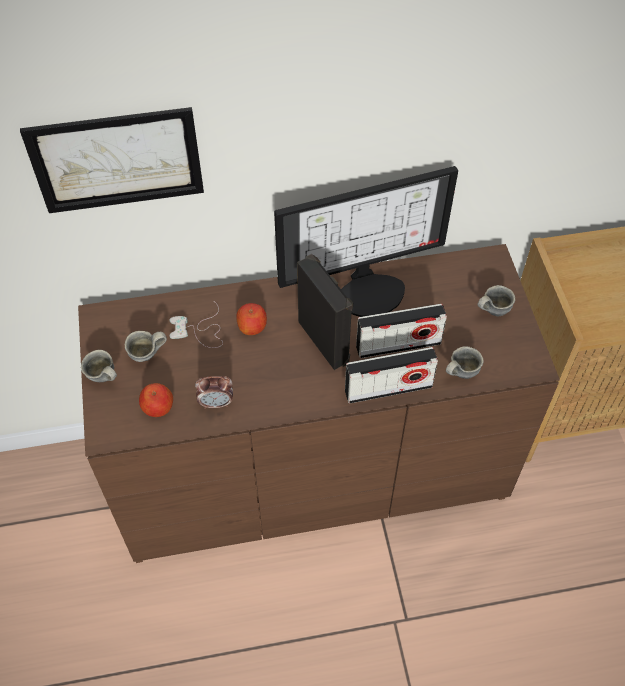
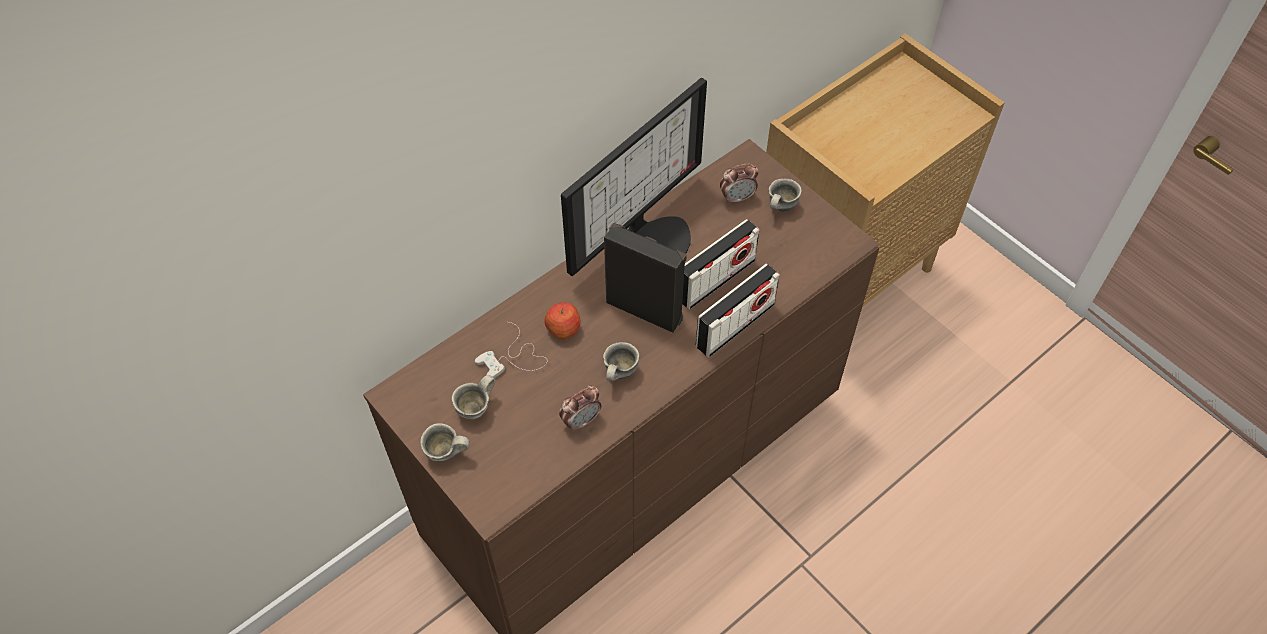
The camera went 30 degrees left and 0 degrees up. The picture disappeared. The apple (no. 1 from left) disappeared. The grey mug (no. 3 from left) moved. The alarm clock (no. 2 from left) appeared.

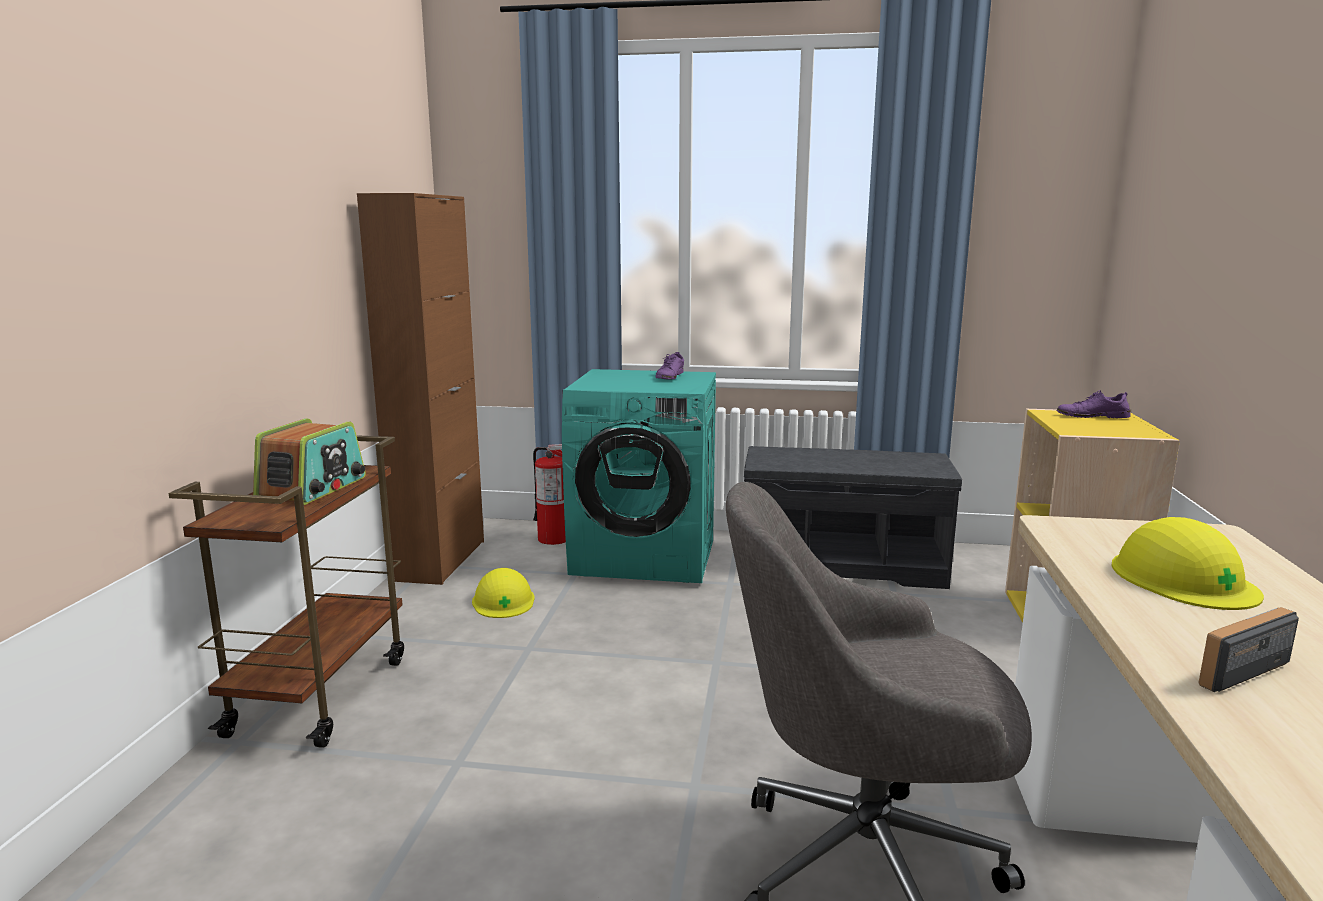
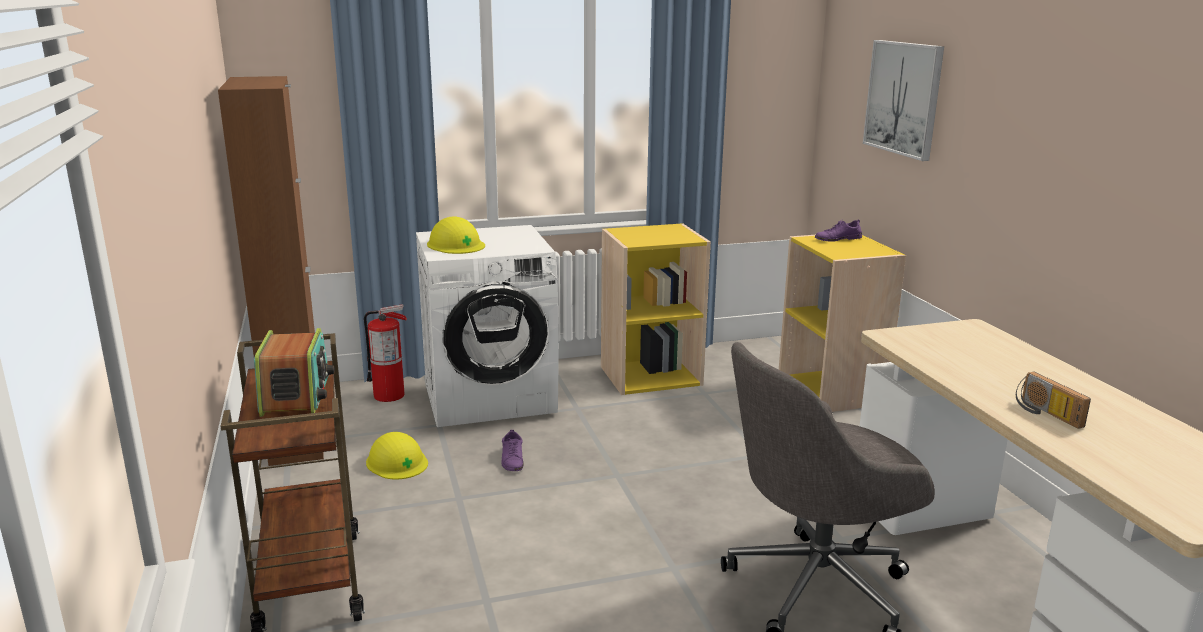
The camera went 25 degrees left and 5 degrees up. The turquoise washing machine became the white washing machine. The purple shoe (no. 1 from left) moved. The grey bench was replaced by the yellow bookcase (no. 1 from left). The yellow hard hat (no. 2 from left) moved. The radio (no. 2 from left) turned 60 degrees counterclockwise. The picture appeared.

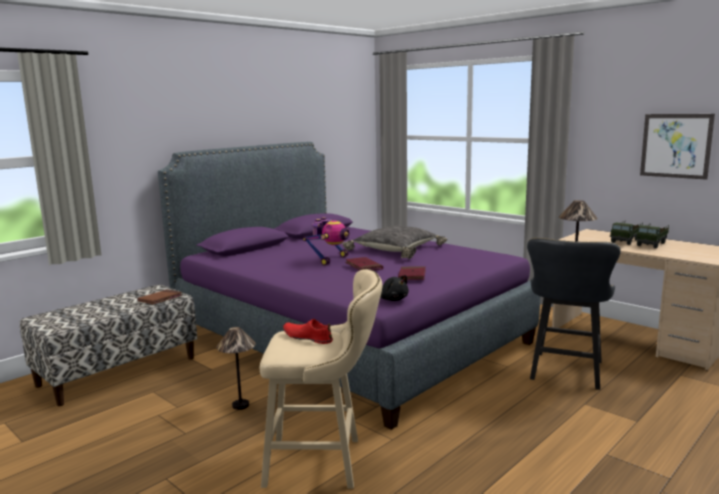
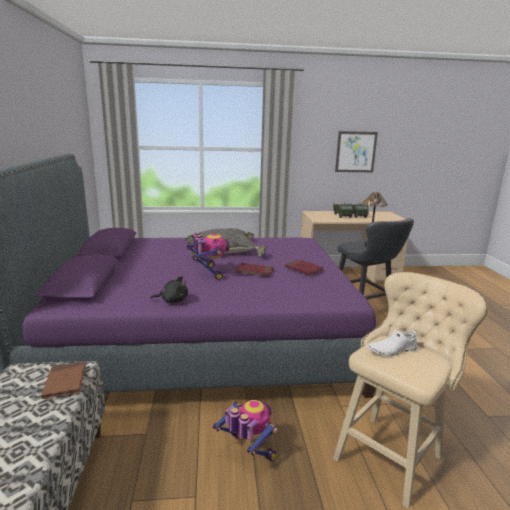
The camera went 50 degrees left and 5 degrees up. The table lamp (no. 1 from left) was replaced by the toy robot (no. 2 from left). The red shoe became the white shoe. The black plush toy moved.

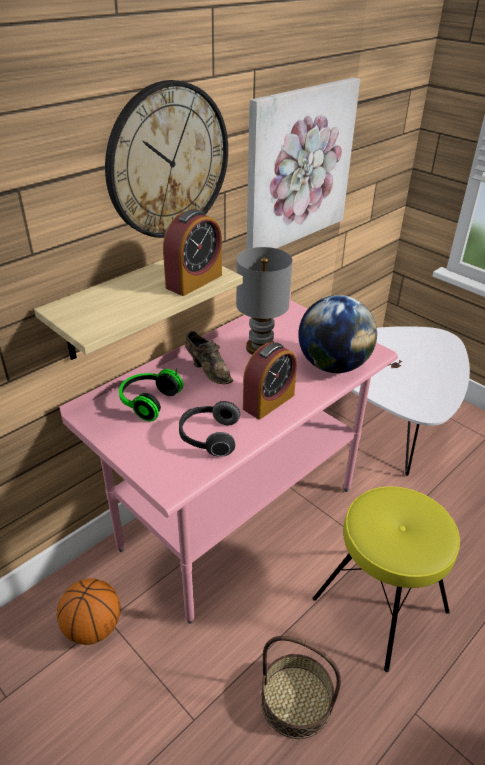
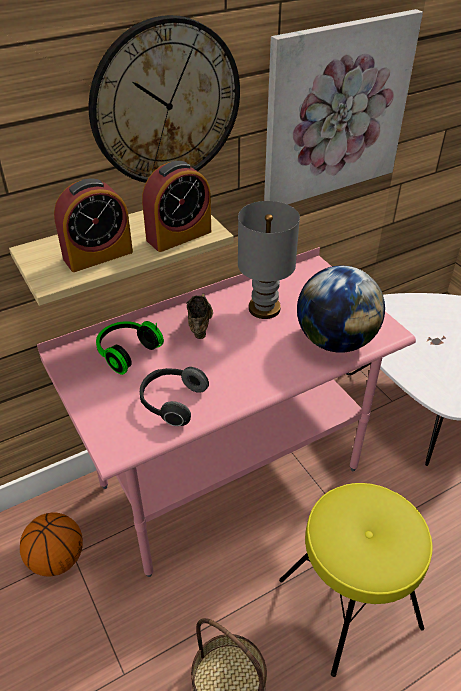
The camera went 15 degrees right and 5 degrees up. The brown shoe turned 150 degrees counterclockwise. The alarm clock (no. 2 from left in the first image) moved.

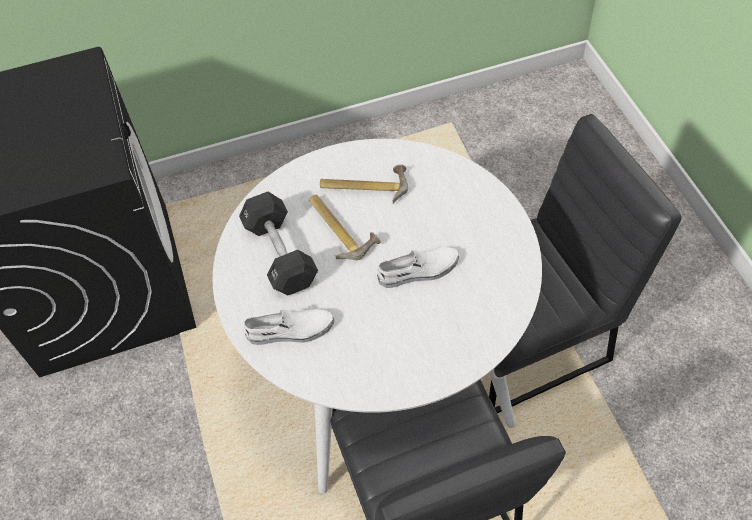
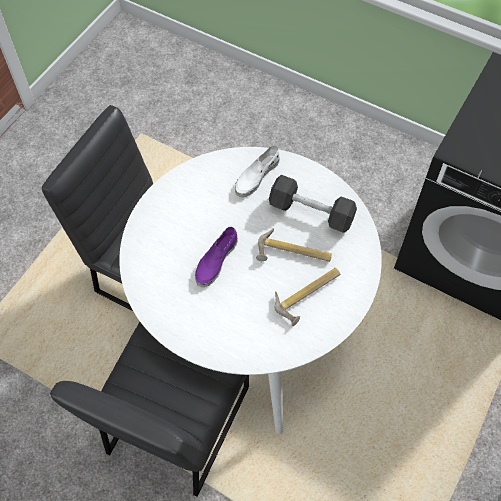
The camera went 135 degrees right and 5 degrees up. The white shoe (no. 2 from left) became the purple shoe.

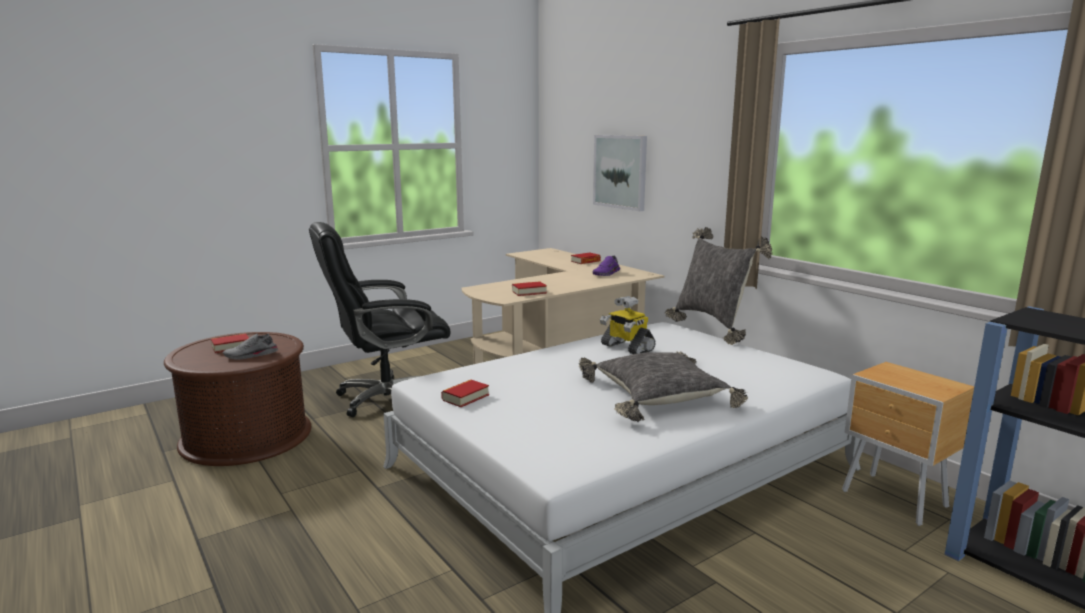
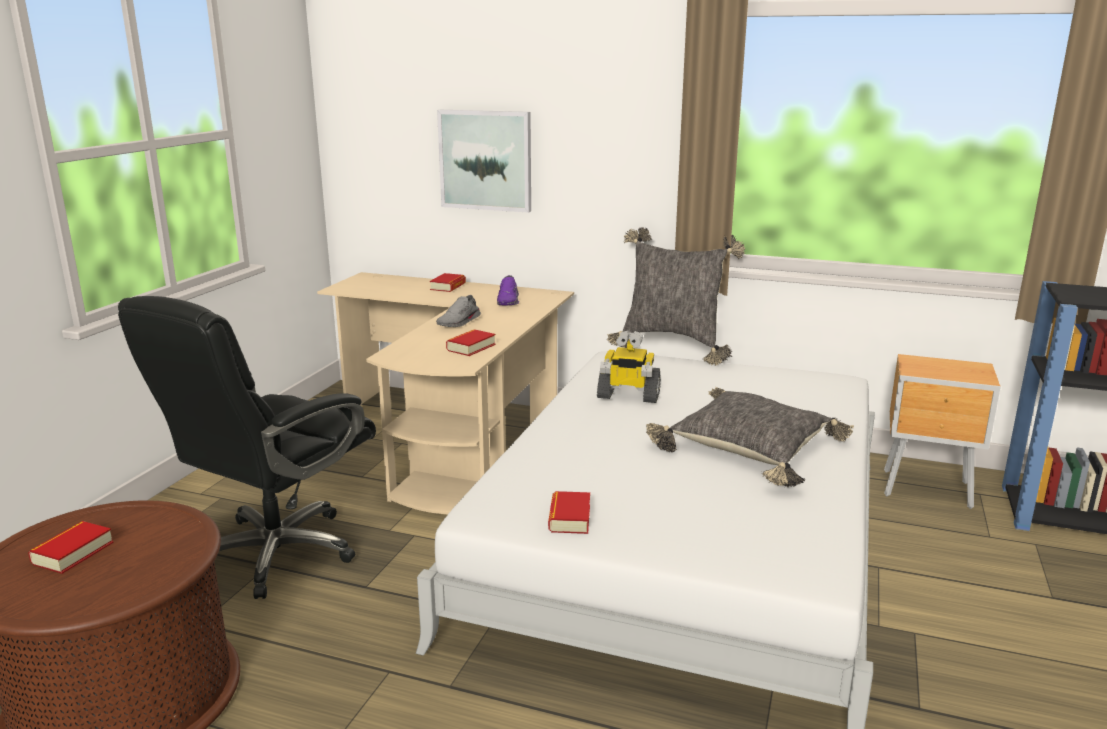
The camera went 35 degrees left and 5 degrees up. The grey shoe moved.

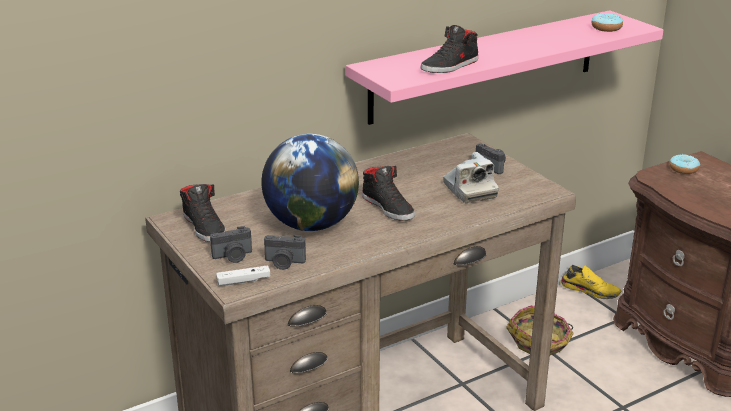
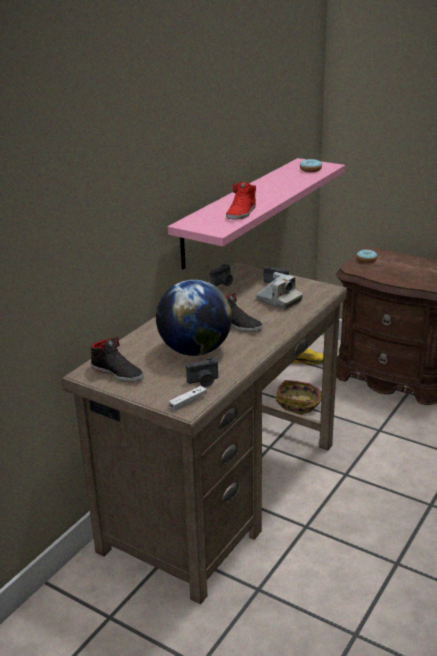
The camera went 25 degrees left and 0 degrees up. The photo camera (no. 1 from left in the first image) moved. The black shoe (no. 3 from left) became the red shoe.

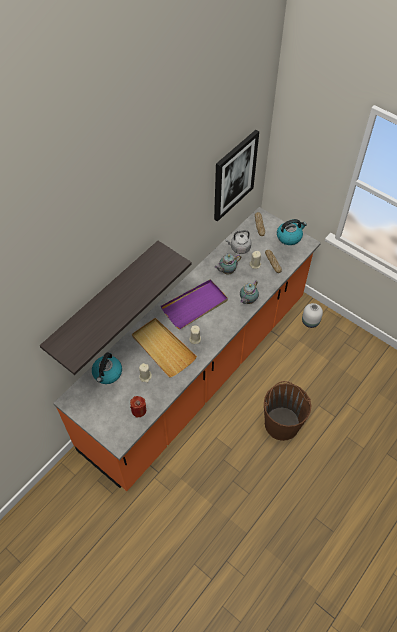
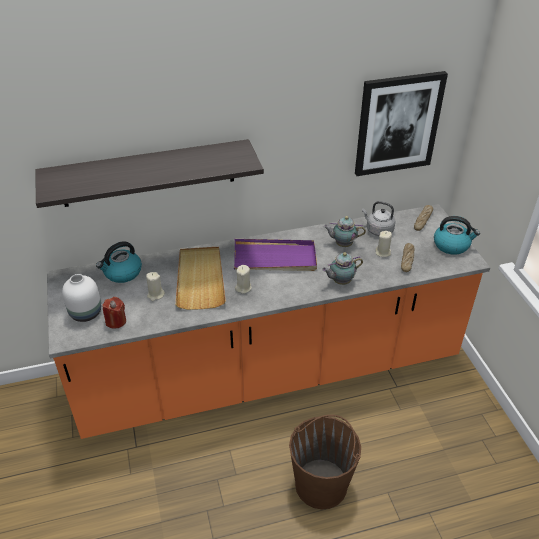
The camera went 35 degrees right and 15 degrees down. The white vase moved.

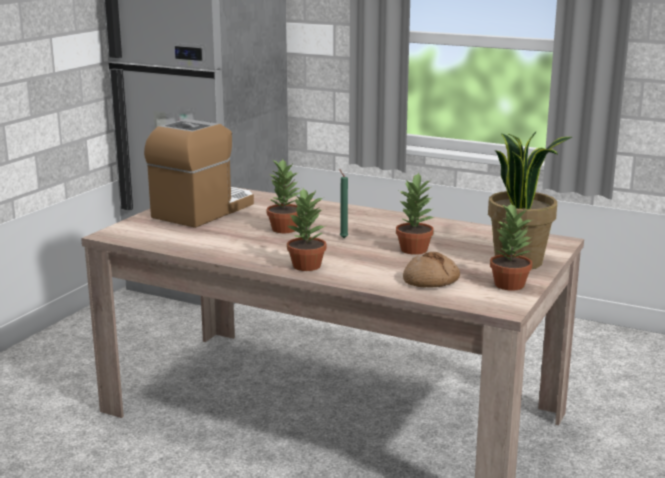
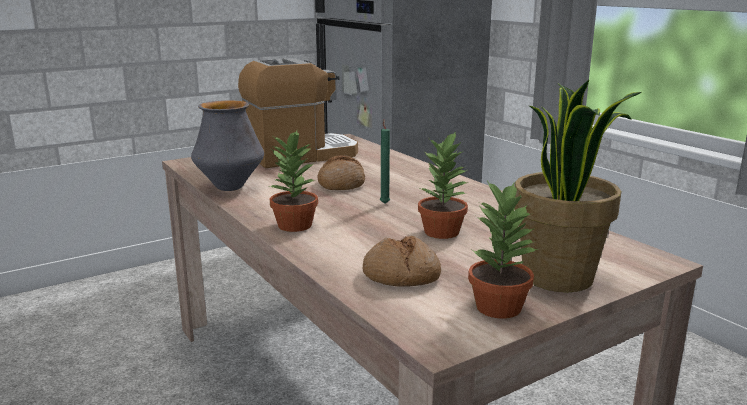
The camera went 30 degrees right and 0 degrees up. The potted plant (no. 1 from left) was replaced by the bread (no. 1 from left). The vase appeared.

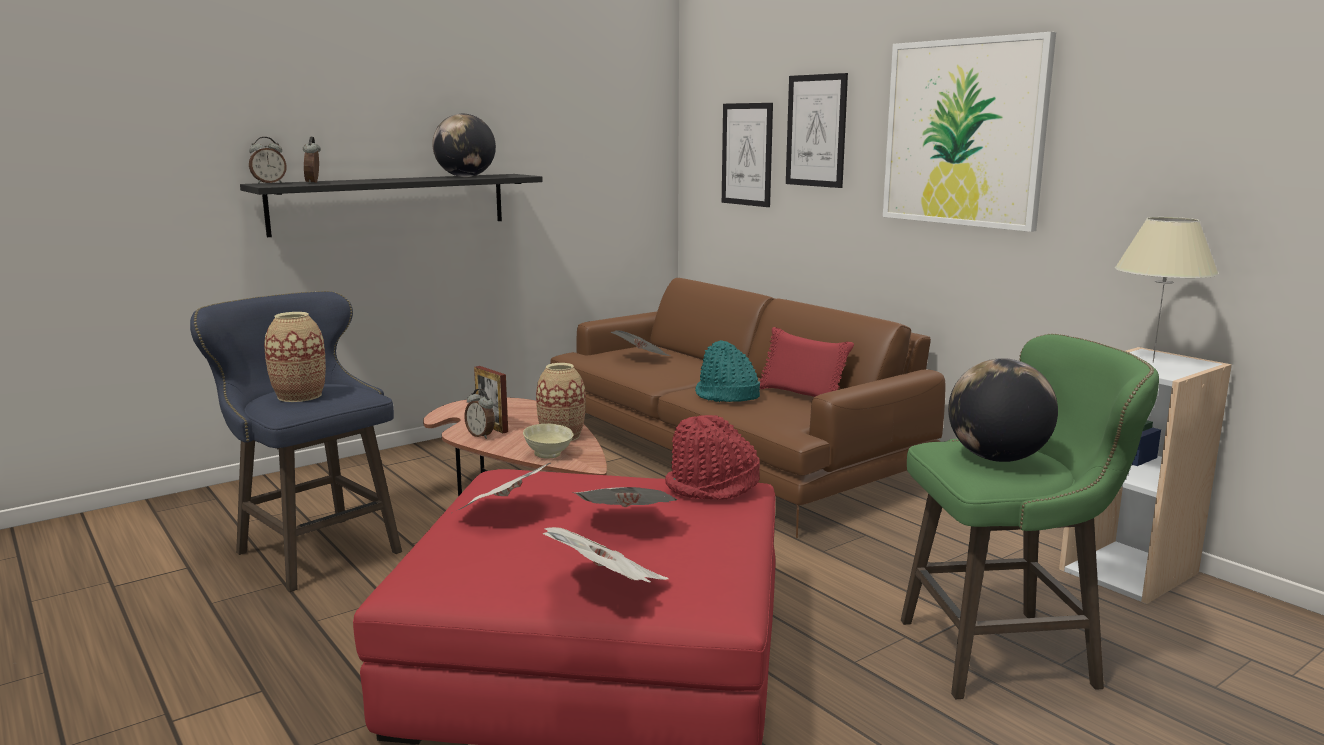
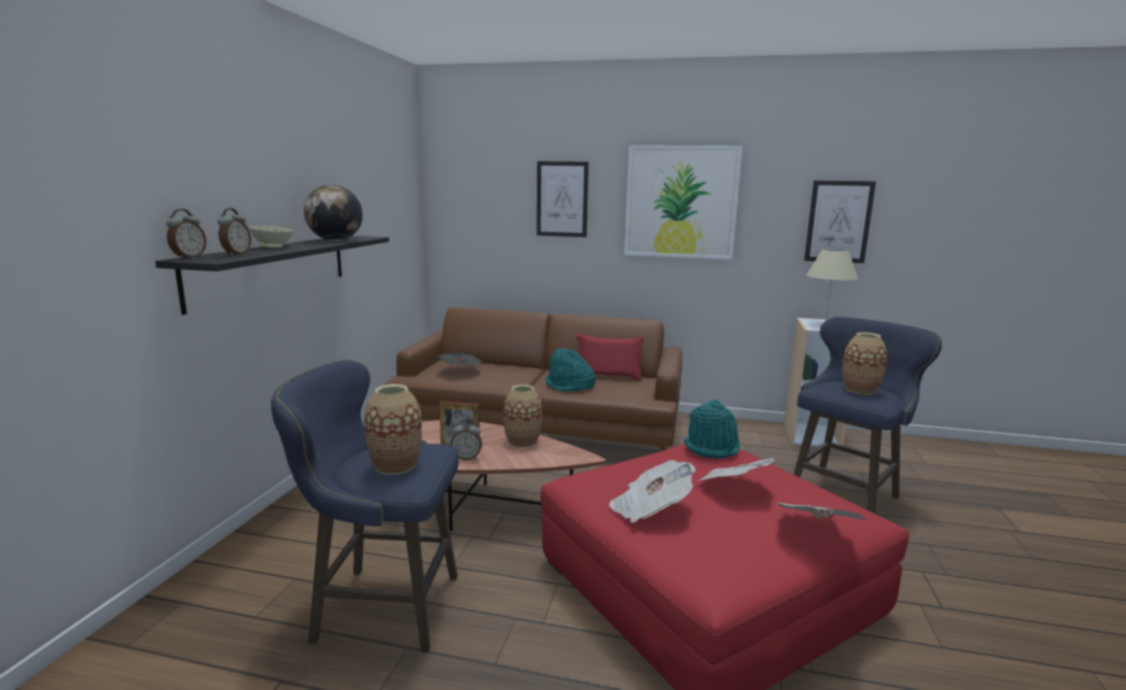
The camera went 40 degrees left and 0 degrees up. The alarm clock (no. 2 from left) turned 120 degrees counterclockwise. The beige bowl moved. The red hat became the turquoise hat (no. 2 from left). The picture (no. 1 from left in the first image) moved. The green stool became the blue stool (no. 2 from left). The globe (no. 2 from left) was replaced by the vase (no. 3 from left).

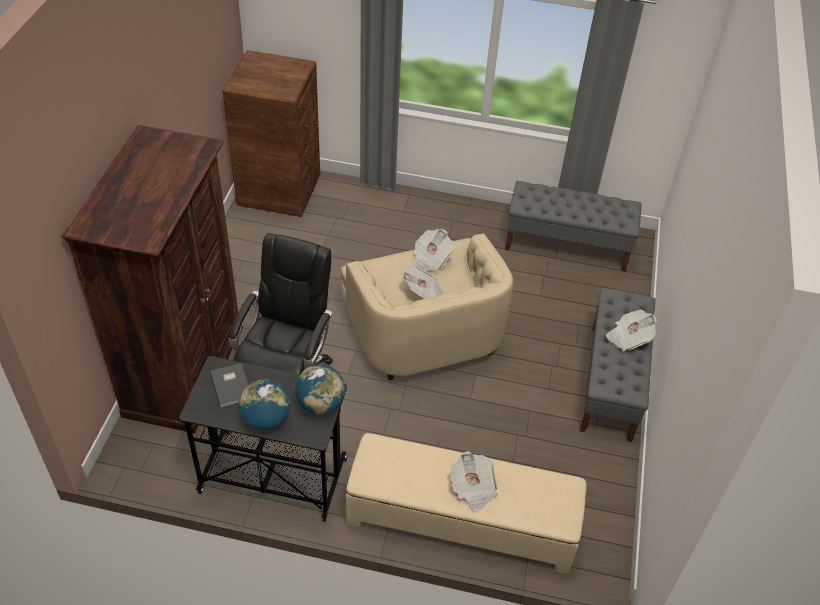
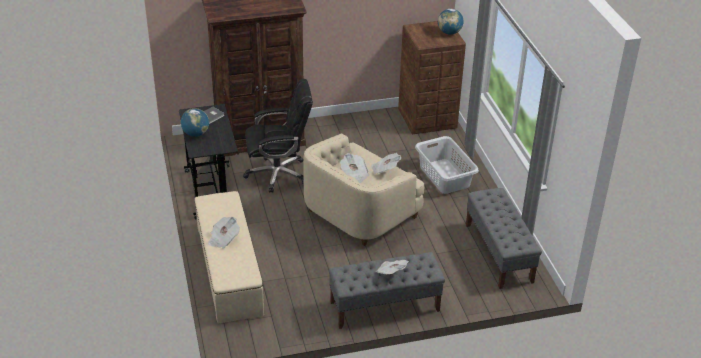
The camera went 65 degrees right and 10 degrees down. The globe (no. 2 from left) moved. The grey laundry basket appeared.

